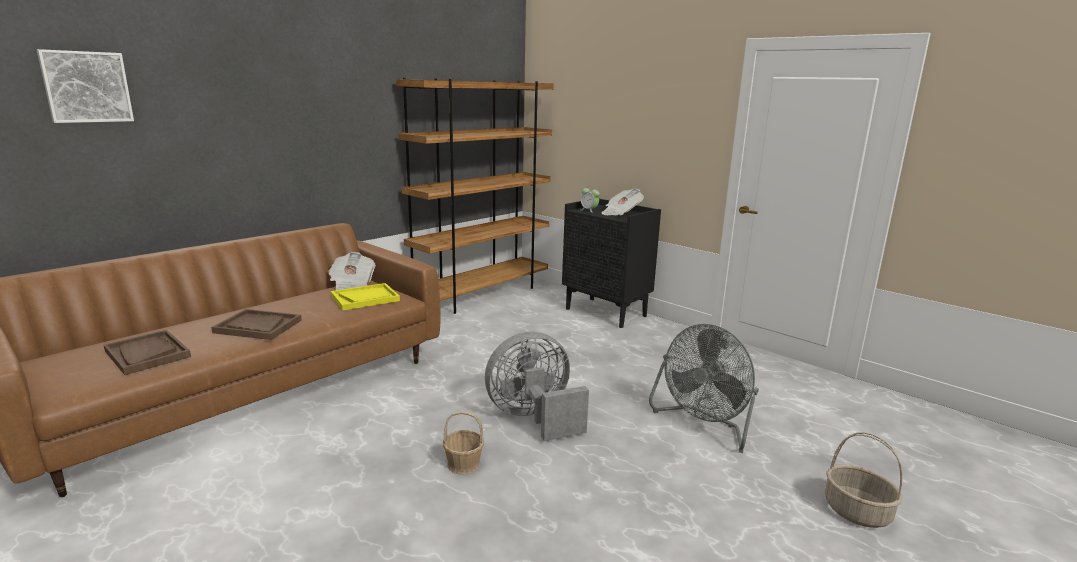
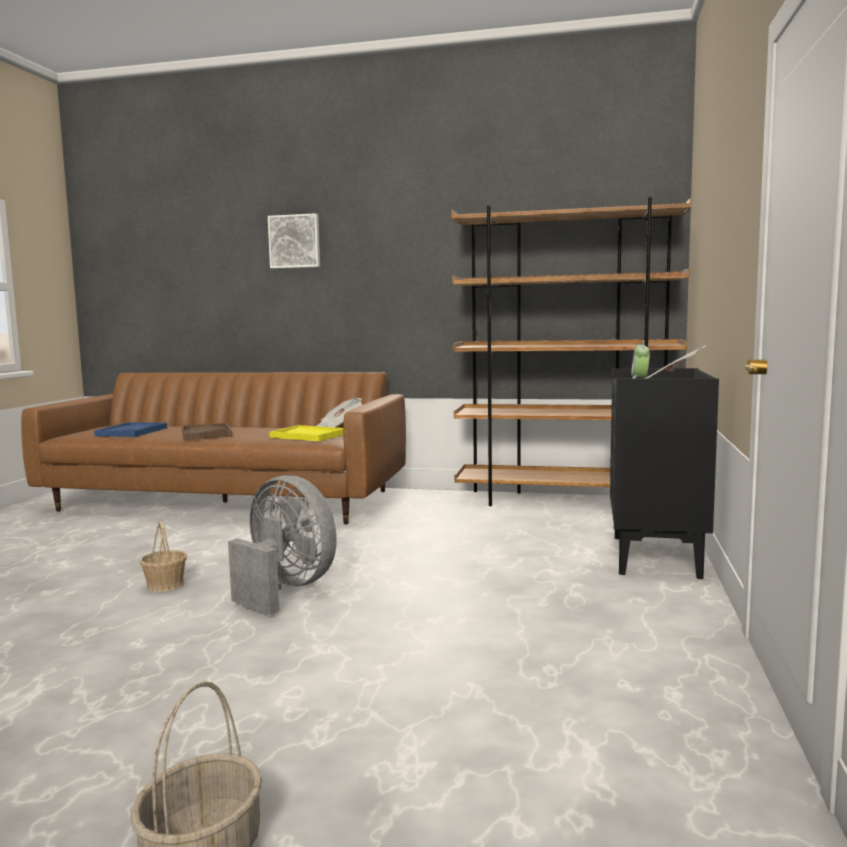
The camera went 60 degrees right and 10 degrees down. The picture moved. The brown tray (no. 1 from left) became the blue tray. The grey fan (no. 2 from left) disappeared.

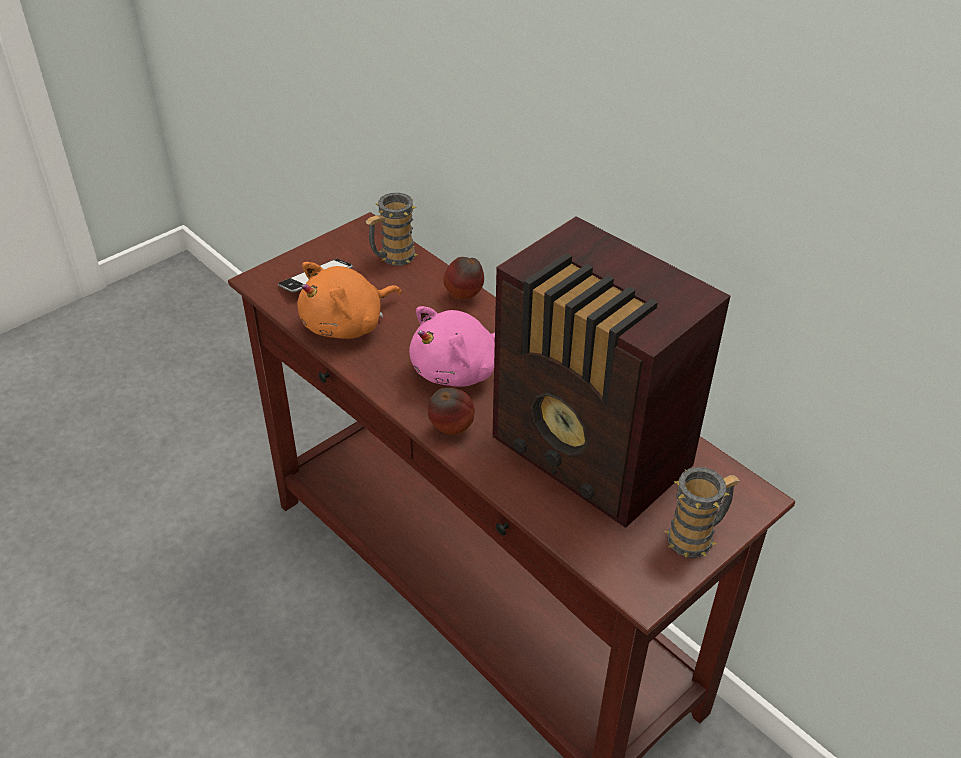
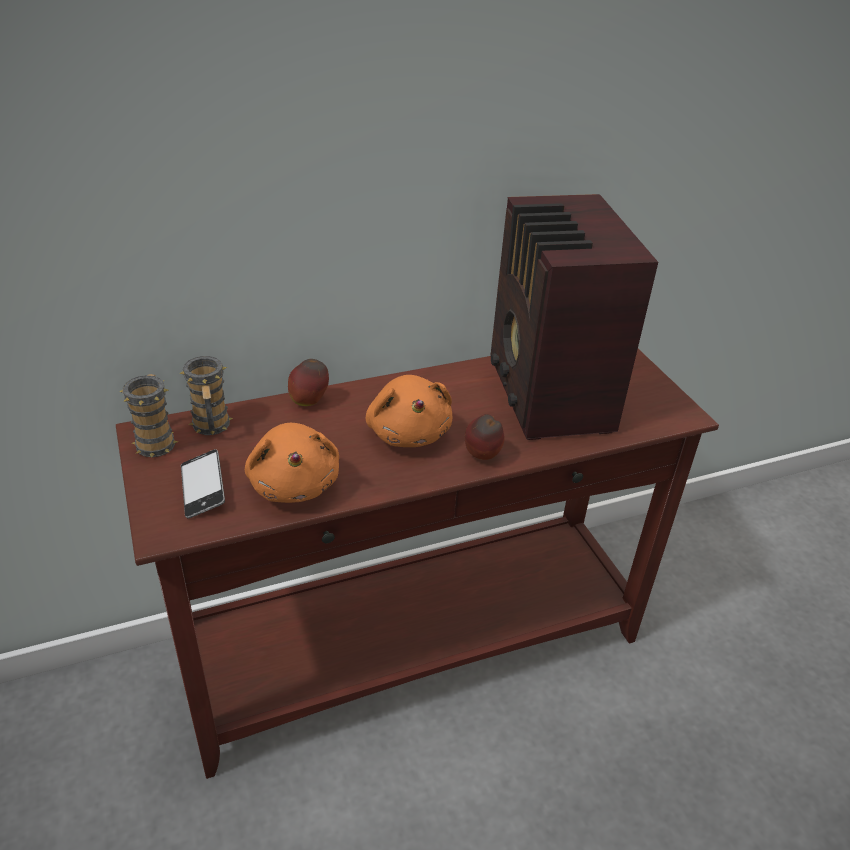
The camera went 70 degrees left and 5 degrees down. The pink plush toy became the orange plush toy (no. 2 from left). The radio turned 105 degrees clockwise. The mug (no. 2 from left in the first image) moved.

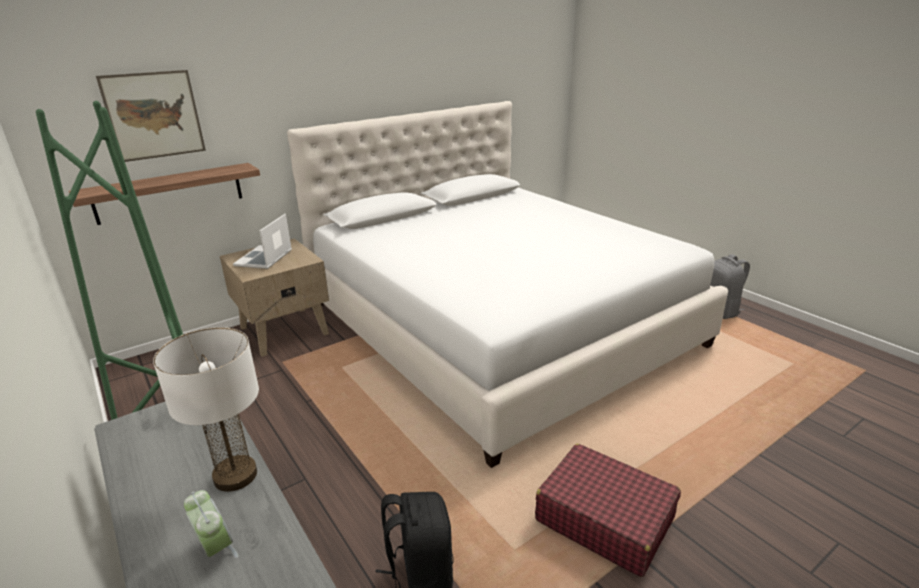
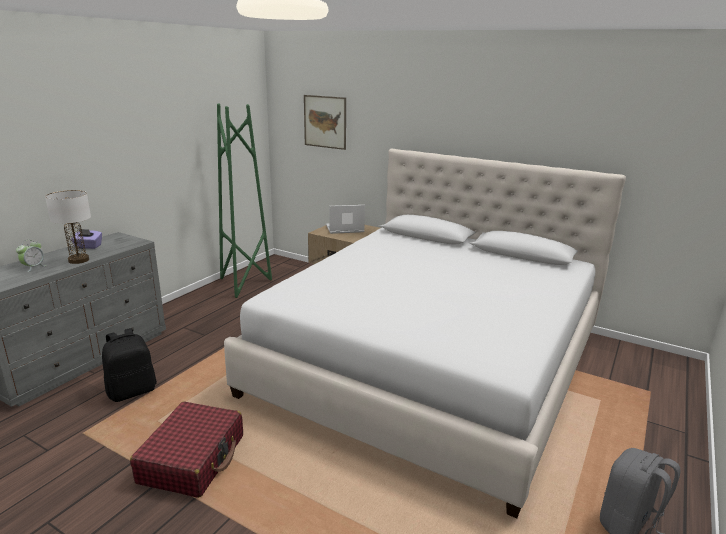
The camera went 65 degrees right and 5 degrees down. The shelf disappeared. The purple tissue box appeared.

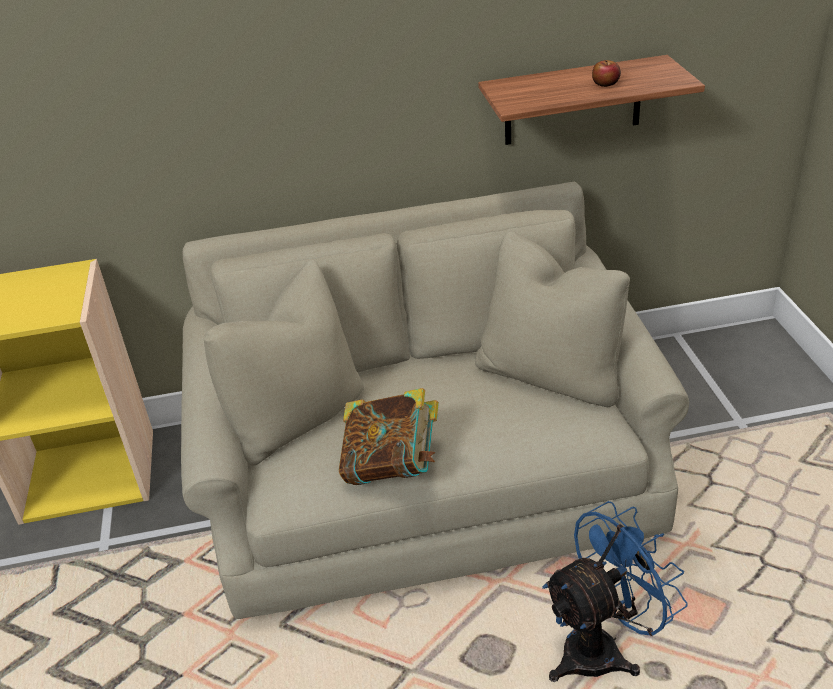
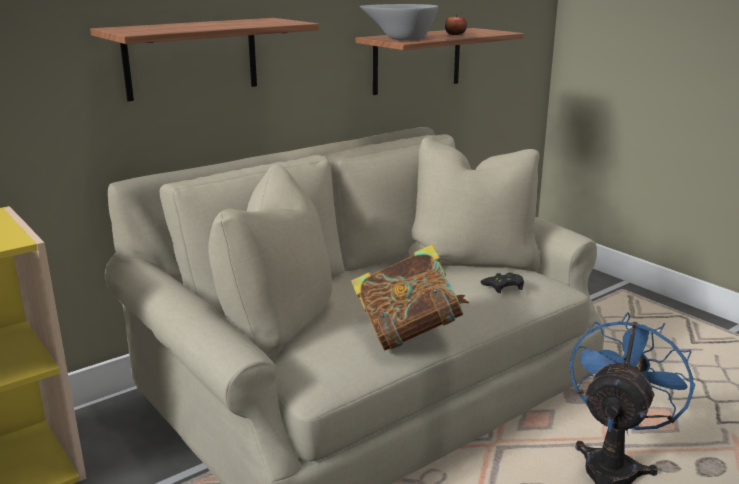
The camera went 30 degrees left and 15 degrees down. The shelf (no. 1 from left) appeared. The grey bowl appeared. The black game controller appeared.

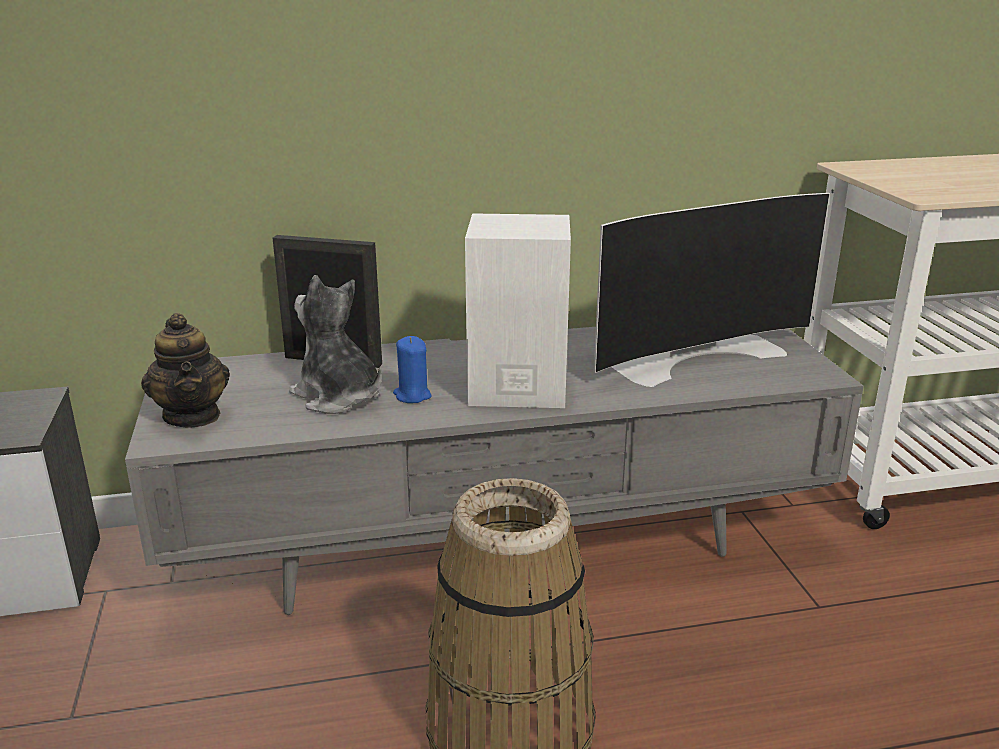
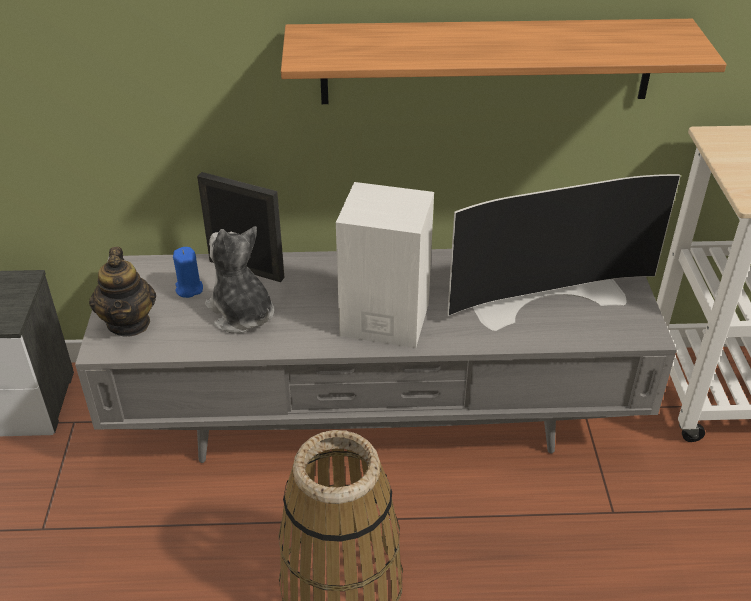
The camera went 10 degrees right and 15 degrees up. The blue candle moved. The shelf appeared.

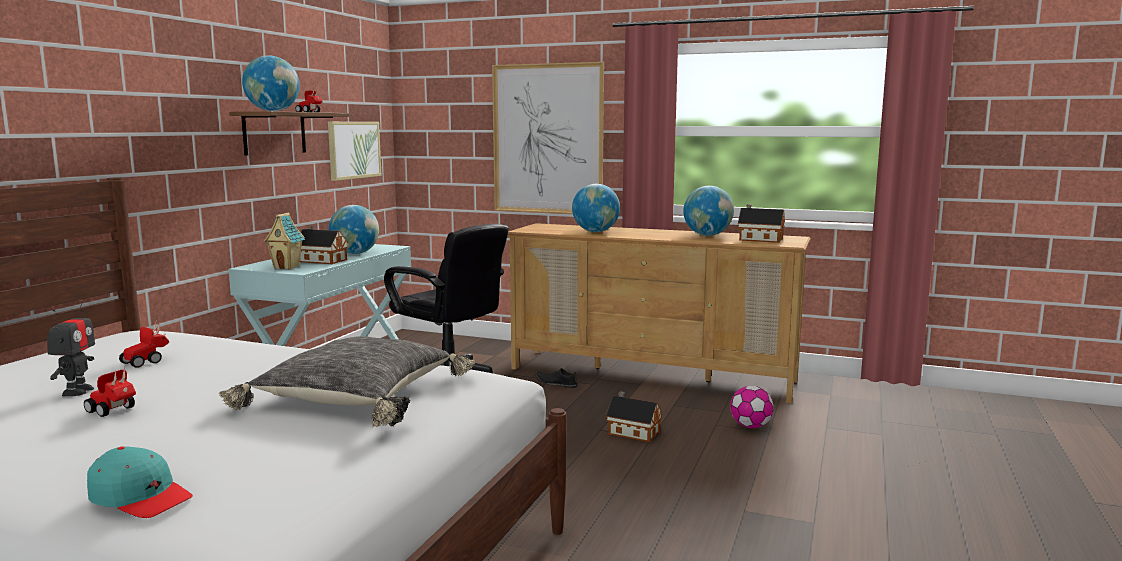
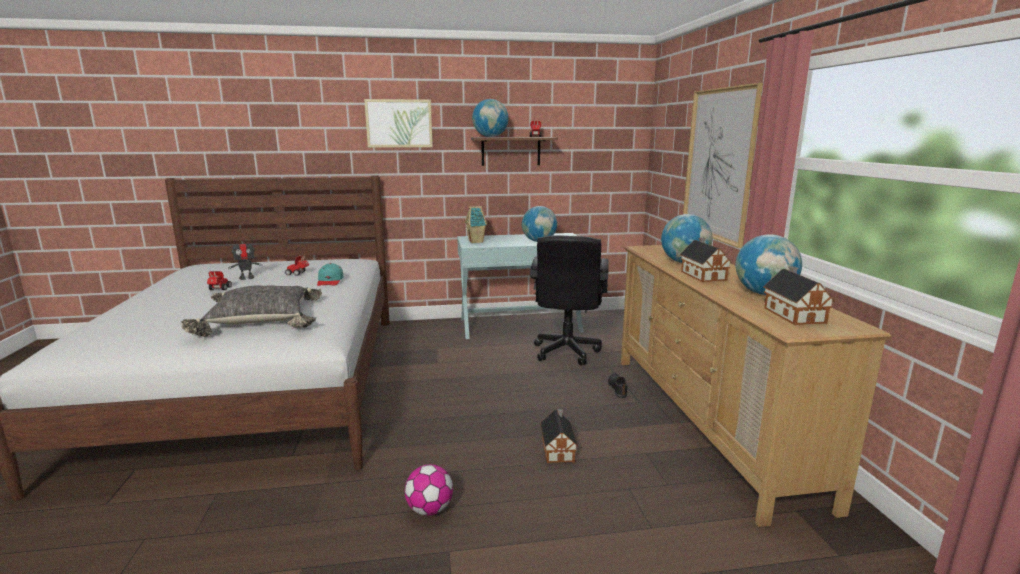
The camera went 60 degrees right and 5 degrees up. The turquoise cap moved. The toy house (no. 2 from left in the first image) moved. The picture (no. 1 from left) moved. The football moved.

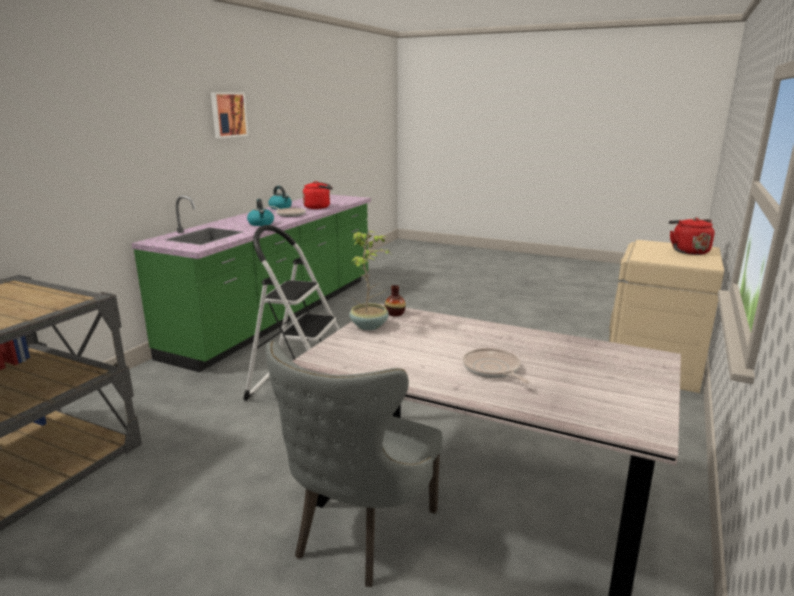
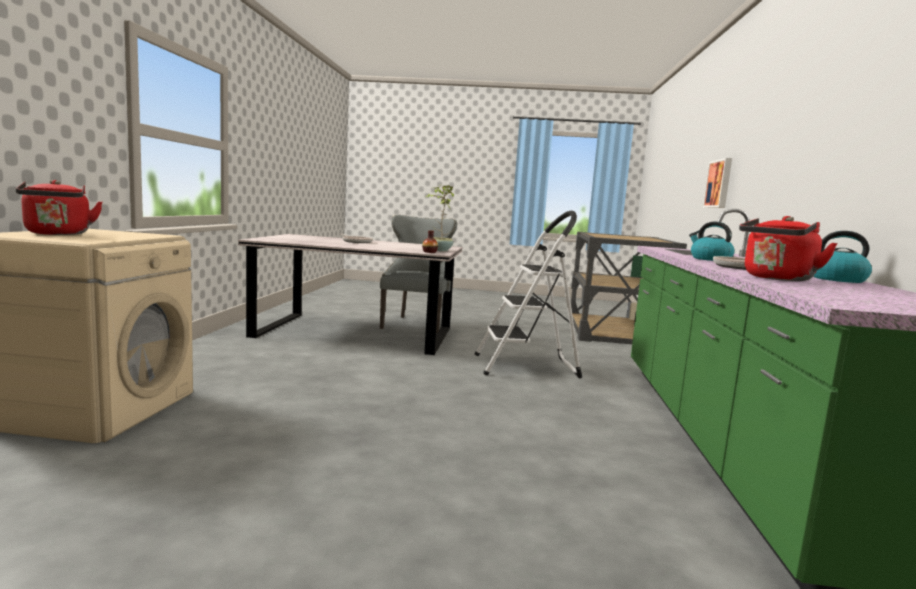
The camera went 160 degrees right and 10 degrees down. The picture moved.

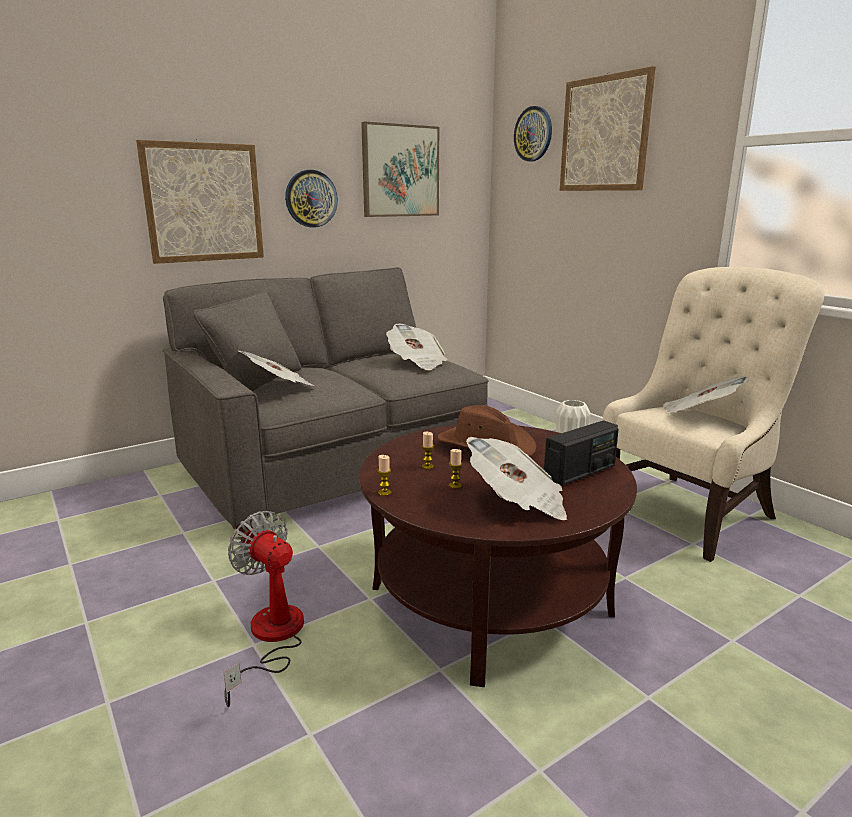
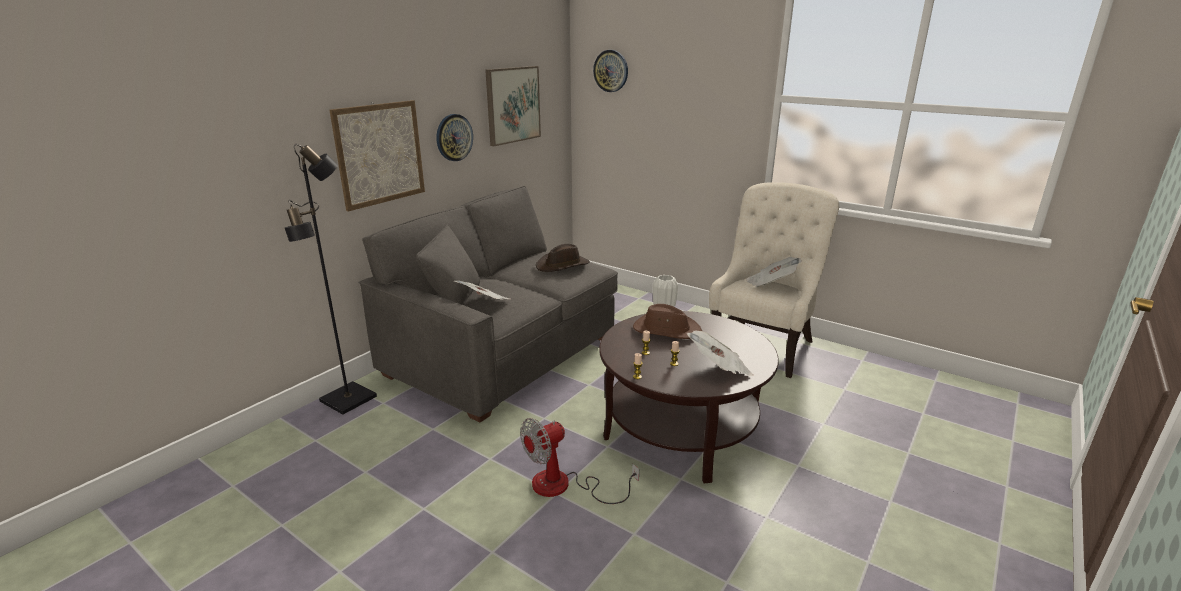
The camera went 20 degrees left and 5 degrees up. The fan turned 60 degrees counterclockwise. The newspaper (no. 2 from left) was replaced by the brown hat (no. 1 from left). The radio disappeared. The picture (no. 3 from left) disappeared. The black floor lamp appeared.

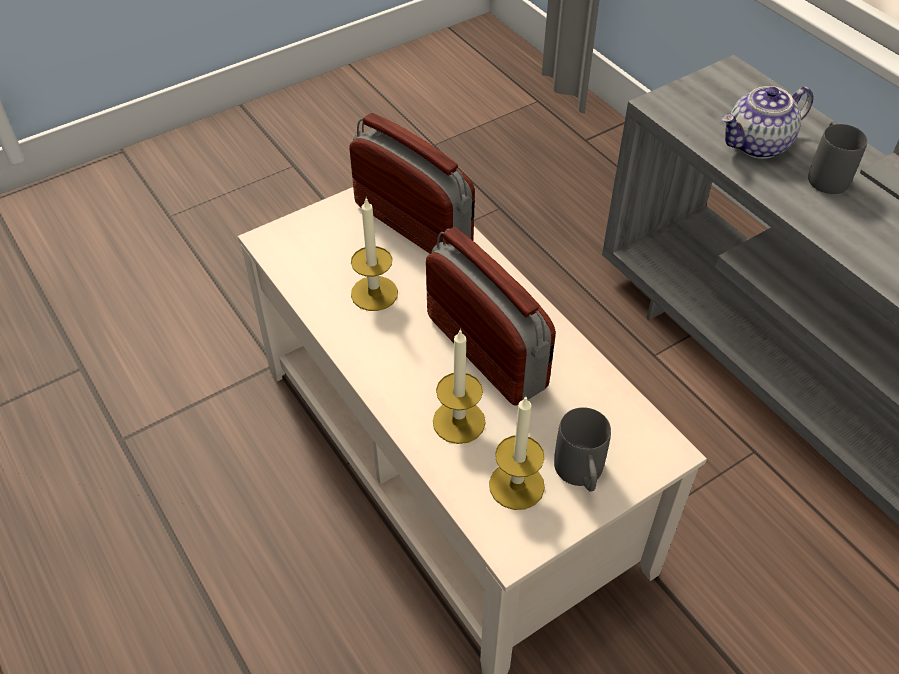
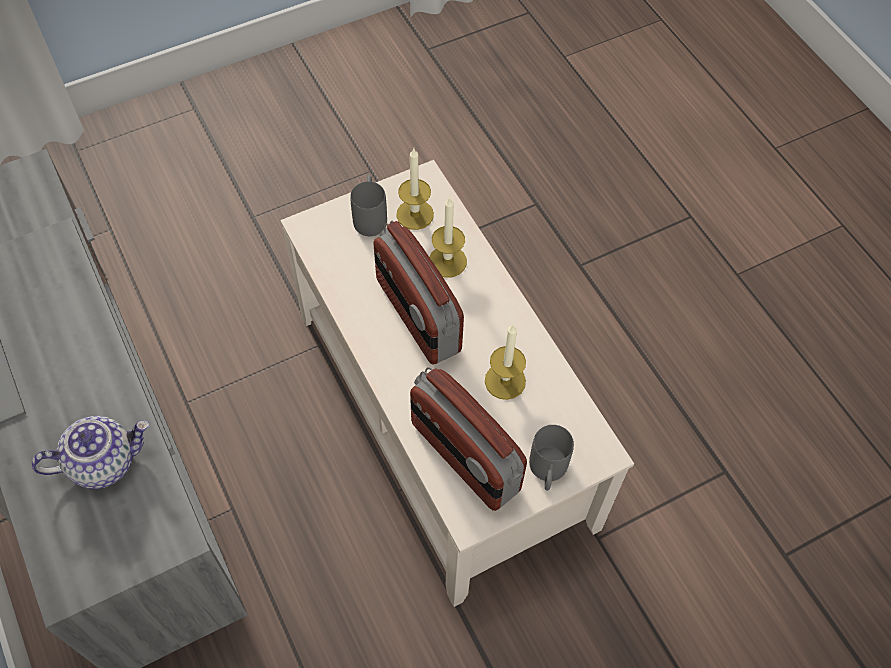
The camera went 175 degrees left and 10 degrees up. The grey mug (no. 2 from left) moved.

